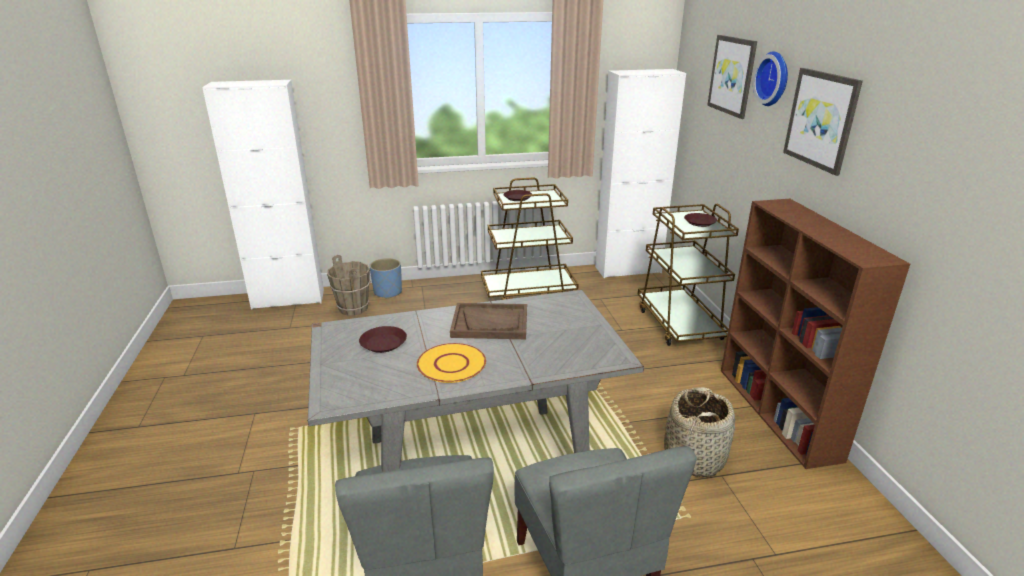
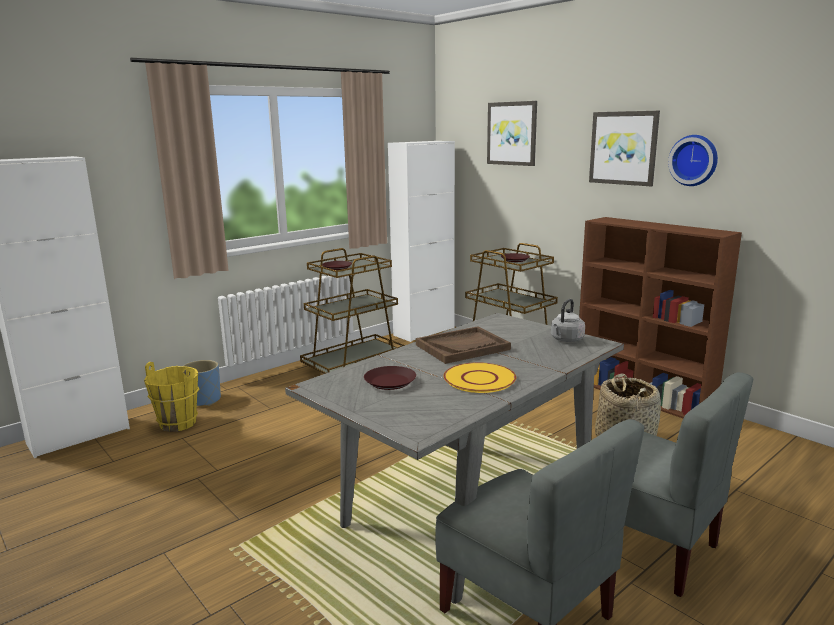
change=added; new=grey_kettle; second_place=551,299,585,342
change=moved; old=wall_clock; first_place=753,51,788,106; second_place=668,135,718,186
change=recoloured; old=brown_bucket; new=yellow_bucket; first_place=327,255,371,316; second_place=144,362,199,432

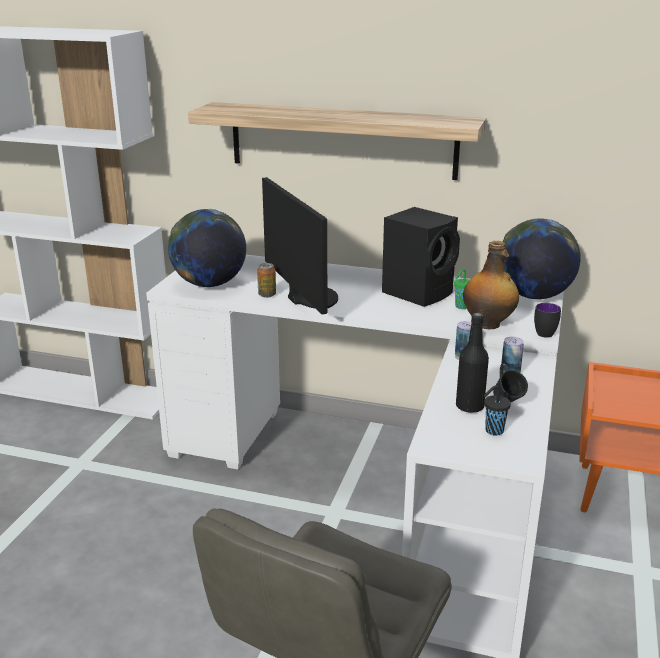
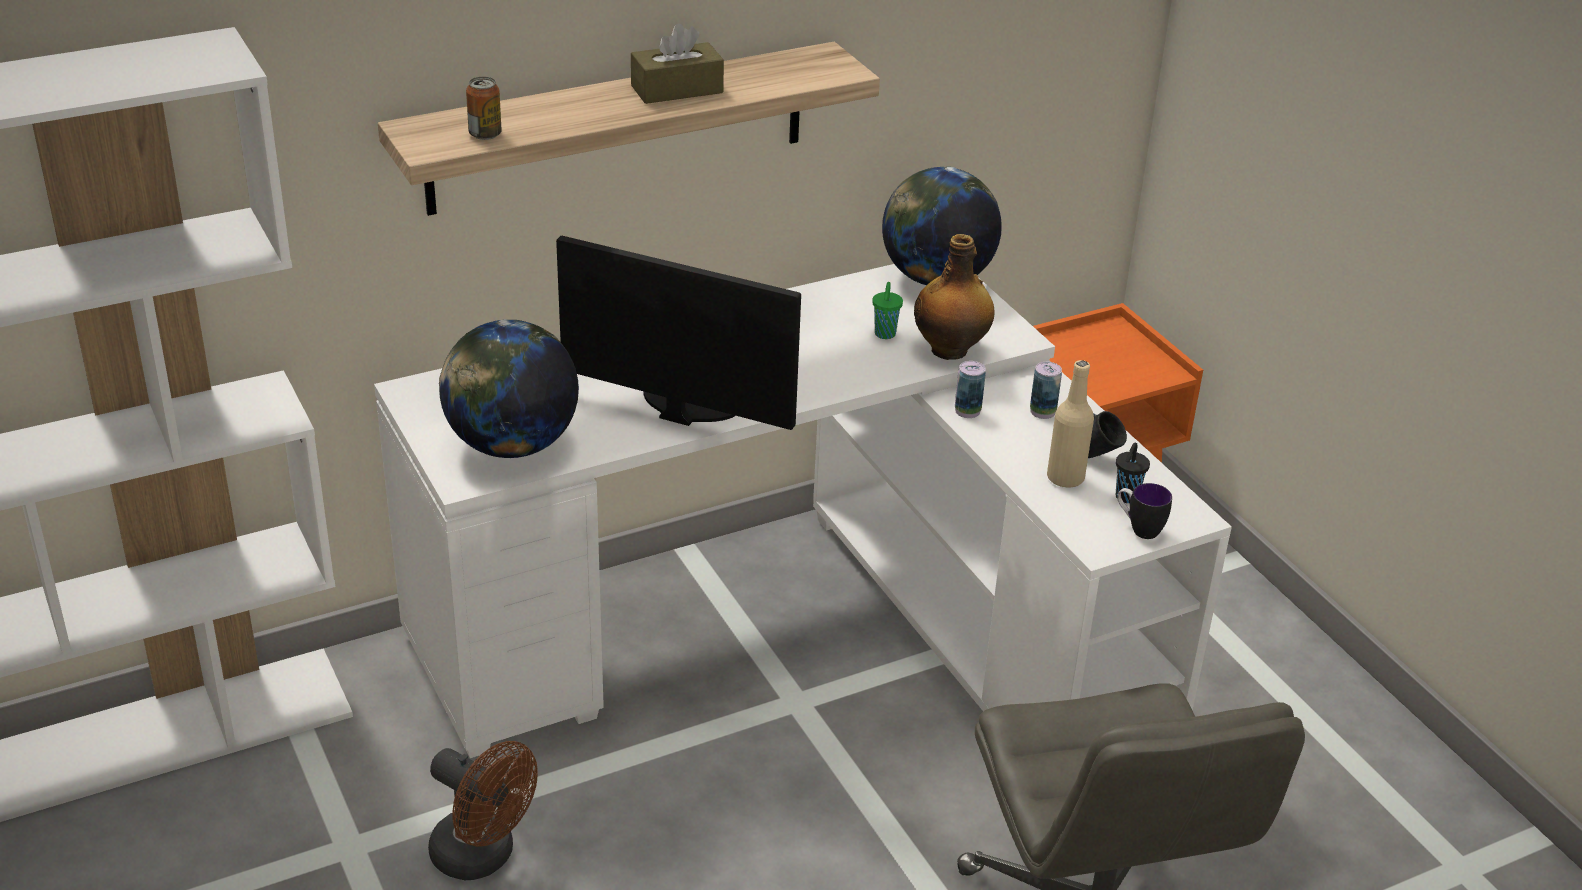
change=removed; old=black_speaker; first_place=382,207,460,307
change=added; new=brown_fan; second_place=428,741,538,880
change=added; new=brown_tissue_box; second_place=631,23,724,104
change=moved; old=can; first_place=257,263,276,298; second_place=466,77,502,140
change=moved; old=mug; first_place=534,303,561,338; second_place=1117,483,1172,539
change=recoloured; old=black_bottle; new=beige_bottle; first_place=456,313,489,413; second_place=1047,360,1094,488

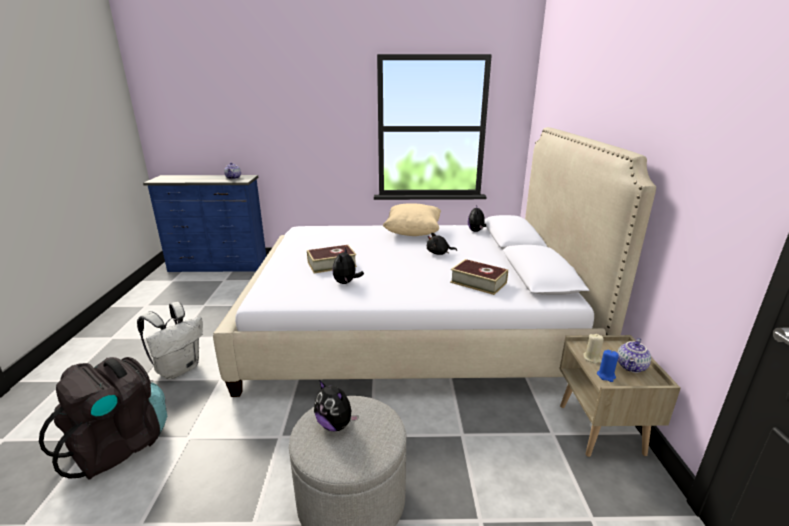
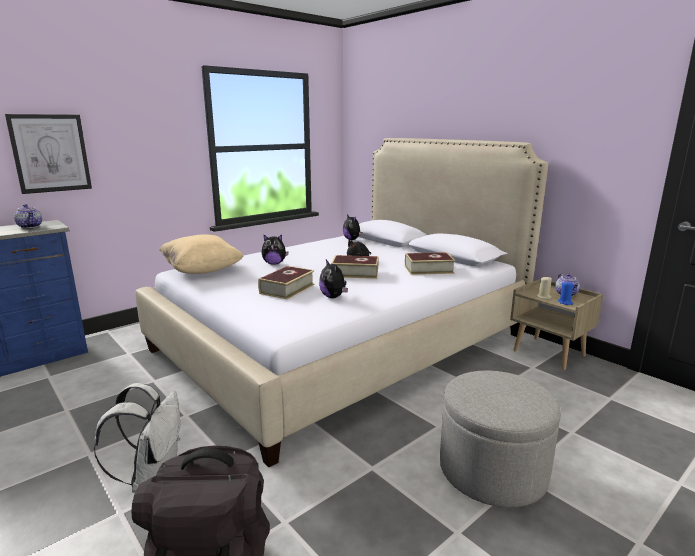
change=added; new=picture; second_place=5,114,92,194
change=added; new=book; second_place=331,255,379,279
change=moved; old=plush_toy; first_place=314,380,359,432; second_place=262,235,289,265
change=moved; old=beige_pillow; first_place=383,204,441,236; second_place=159,235,243,274

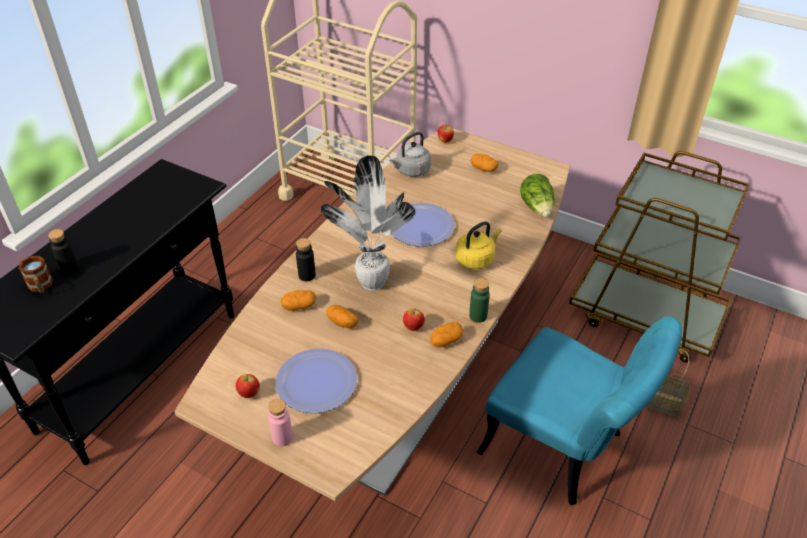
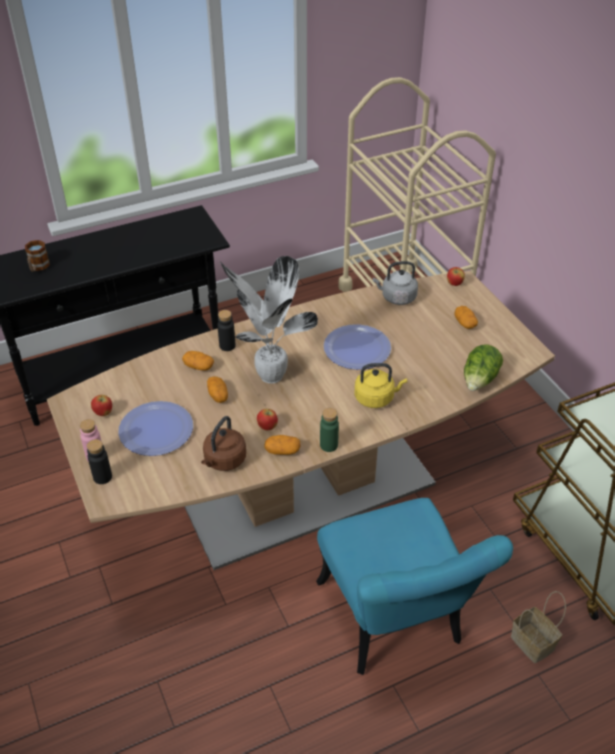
change=added; new=brown_kettle; second_place=201,416,246,471
change=moved; old=black_bottle; first_place=48,229,78,274; second_place=87,439,112,484

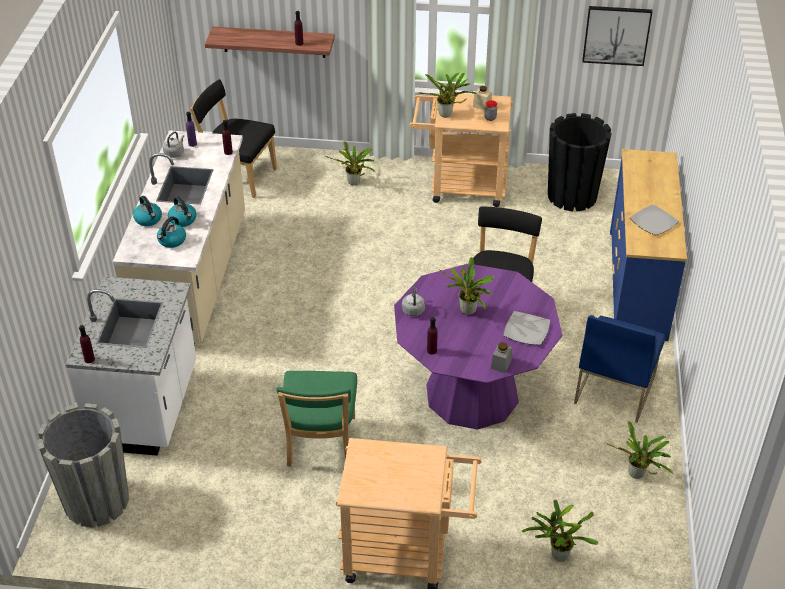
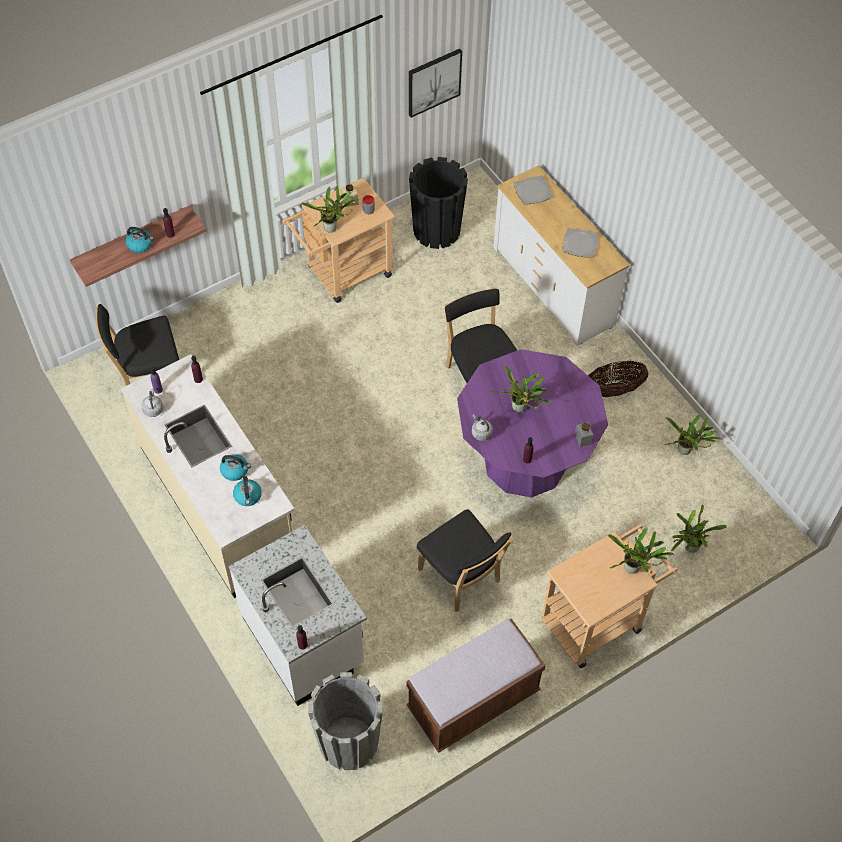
change=added; new=brown_bench; second_place=406,618,546,753
change=moved; old=kettle; first_place=133,196,162,226; second_place=125,227,154,253
change=moved; old=potted_plant; first_place=326,141,375,185; second_place=608,528,674,574
change=moved; old=plate; first_place=504,311,550,345; second_place=514,176,553,204
change=replaced; old=blue_chair; new=basket; first_place=574,315,665,423; second_place=588,360,648,397
change=recoloured; old=green_chair; new=black_chair; first_place=276,371,357,467; second_place=417,509,513,612
change=recoloured; old=blue_dresser; new=white_dresser; first_place=610,149,687,341; second_place=493,165,630,346

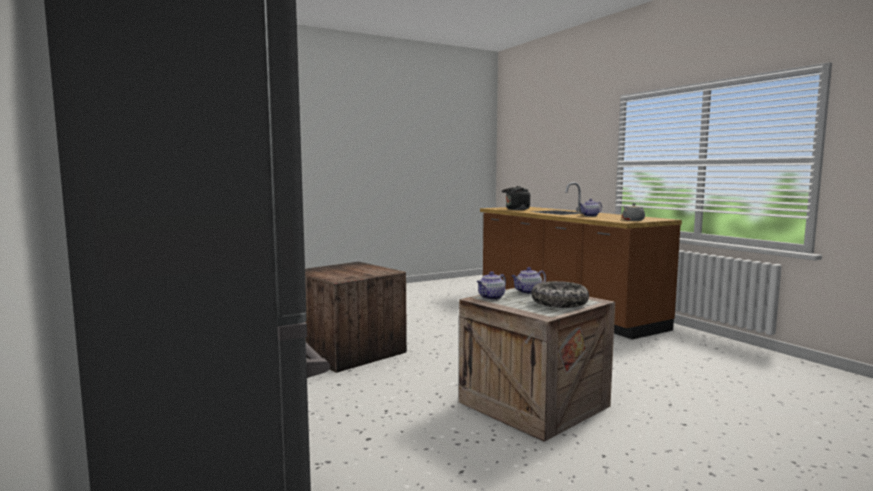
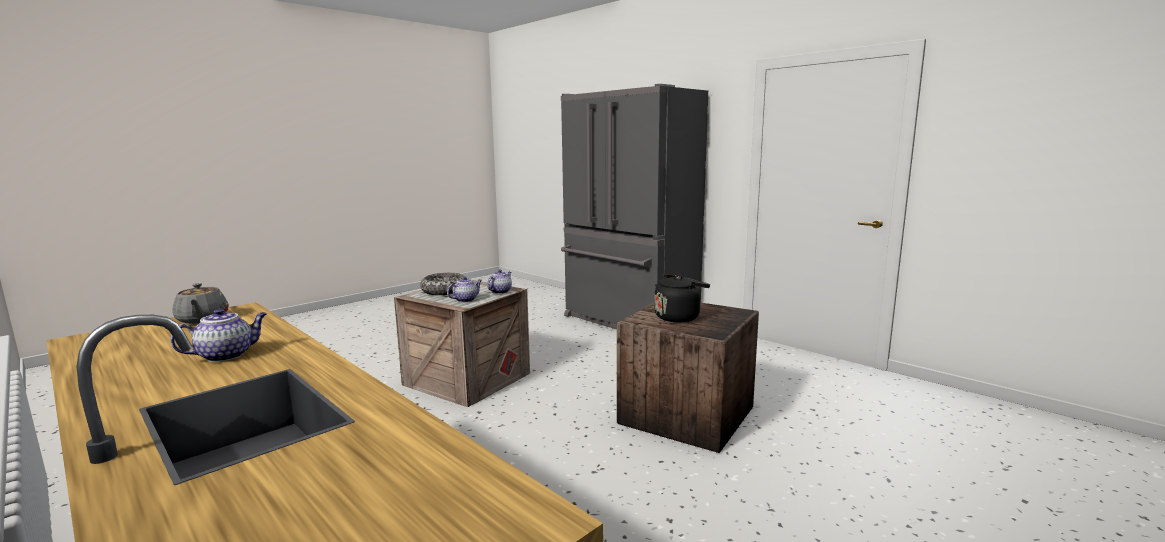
change=moved; old=black_kettle; first_place=502,186,530,210; second_place=654,274,710,322

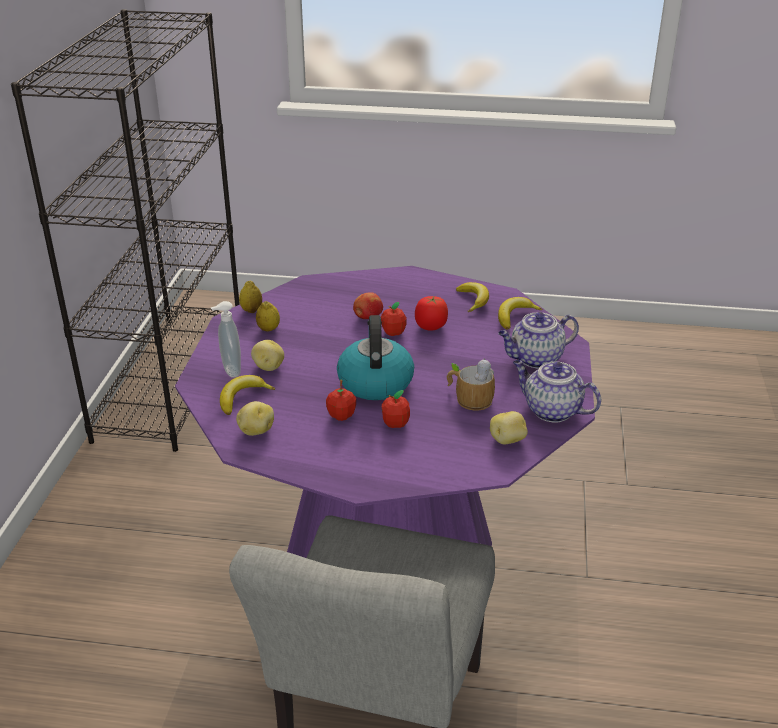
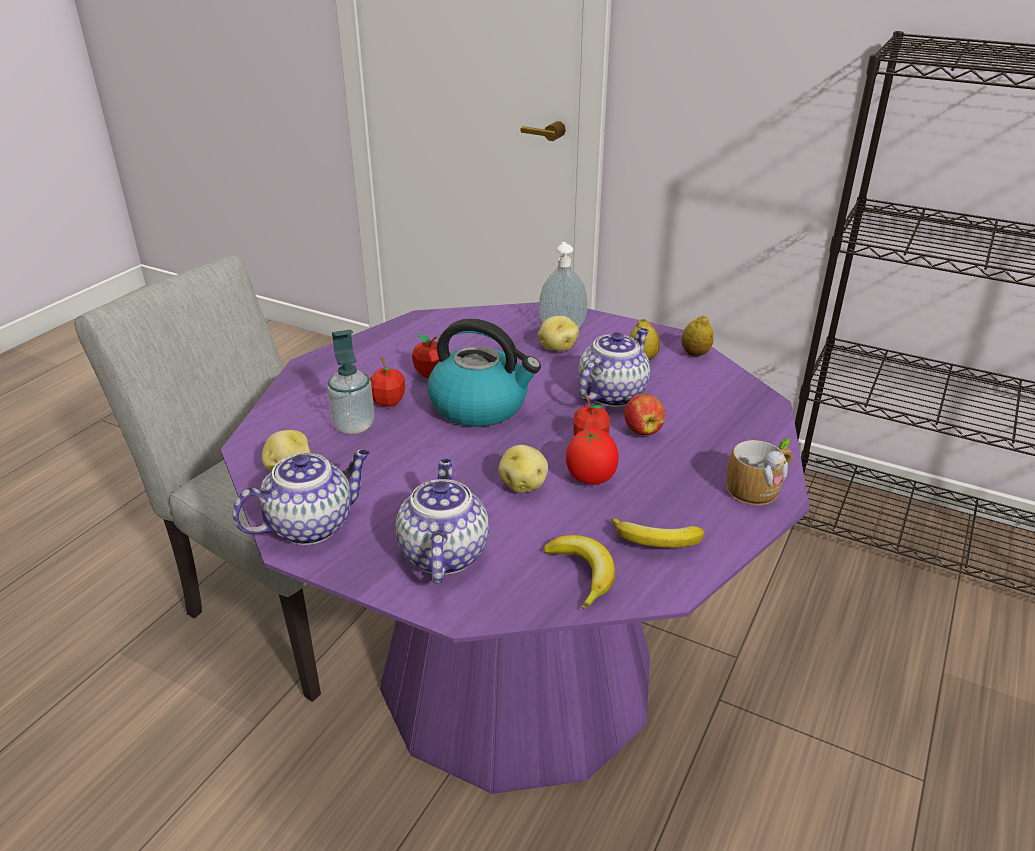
change=removed; old=banana; first_place=220,375,275,415
change=added; new=soap_dispenser; second_place=327,329,374,434
change=added; new=teapot; second_place=578,328,650,407
change=moved; old=potato; first_place=236,401,274,436; second_place=498,445,548,493
change=moved; old=mug; first_place=447,358,495,411; second_place=726,438,793,505

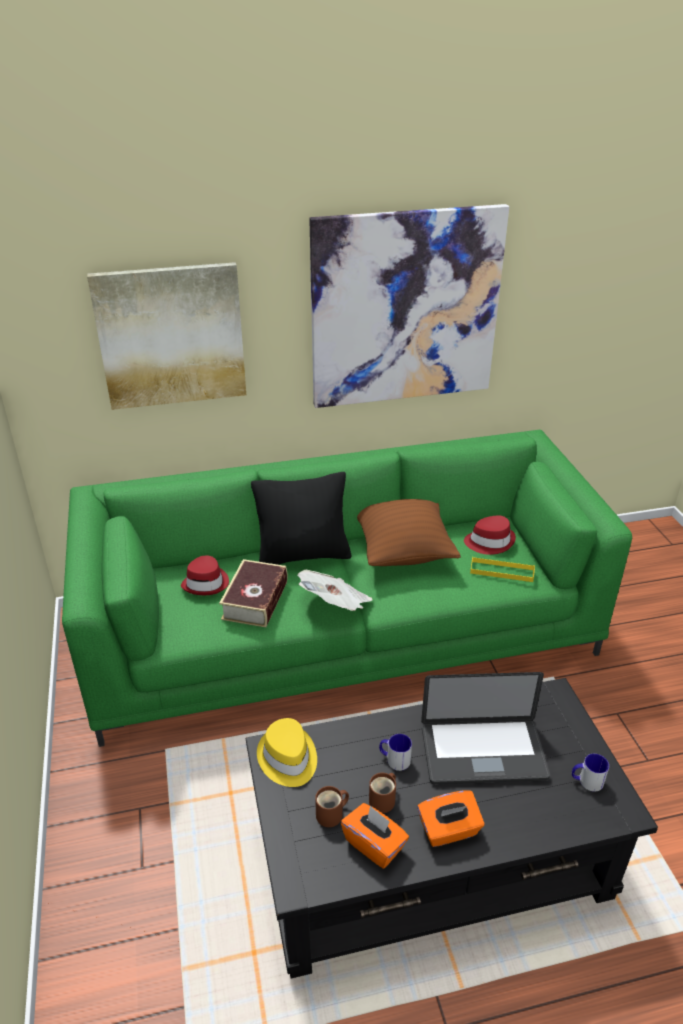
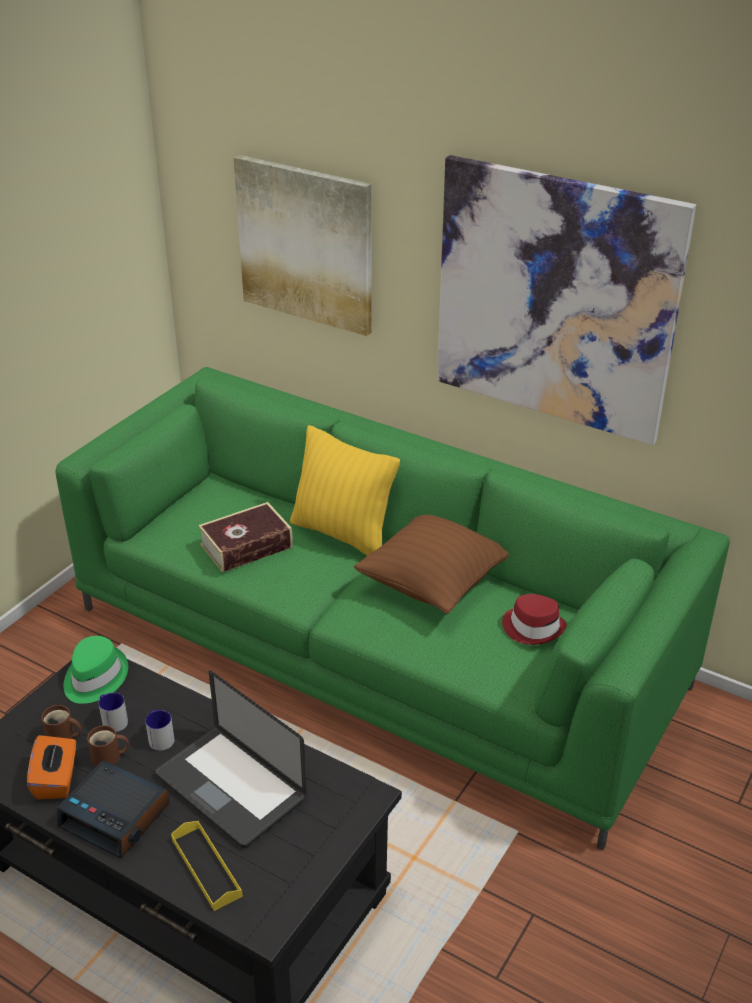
change=removed; old=red_hat; first_place=181,556,229,595
change=removed; old=newspaper; first_place=297,570,373,611
change=moved; old=yellow_tray; first_place=470,557,535,582; second_place=171,821,243,911
change=moved; old=mug; first_place=572,754,609,792; second_place=99,693,128,732
change=replaced; old=orange_tissue_box; new=alarm_clock; first_place=417,790,484,847; second_place=57,760,170,859
change=recoloured; old=black_pillow; new=yellow_pillow; first_place=251,472,352,565; second_place=290,425,400,556
change=recoloured; old=yellow_hat; new=green_hat; first_place=257,718,317,787; second_place=64,636,128,704

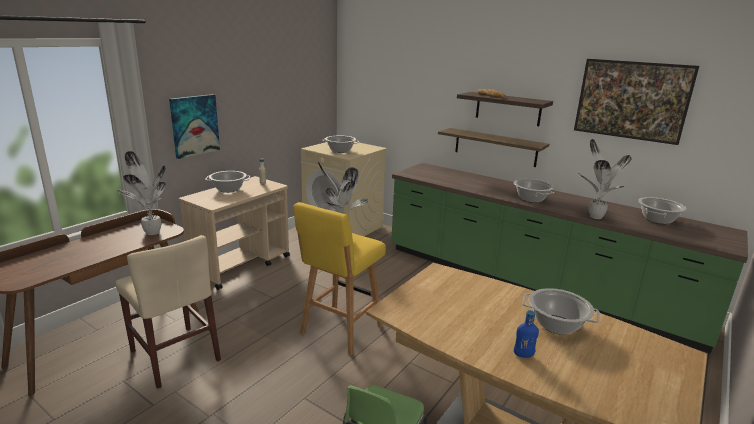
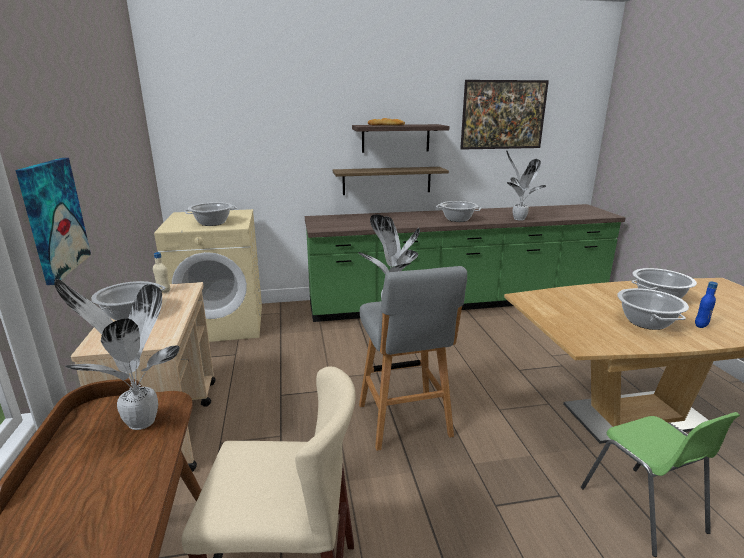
change=moved; old=cooking_pot; first_place=638,197,687,224; second_place=617,288,689,330
change=recoloured; old=yellow_stool; new=grey_stool; first_place=293,202,386,355; second_place=359,266,467,451

